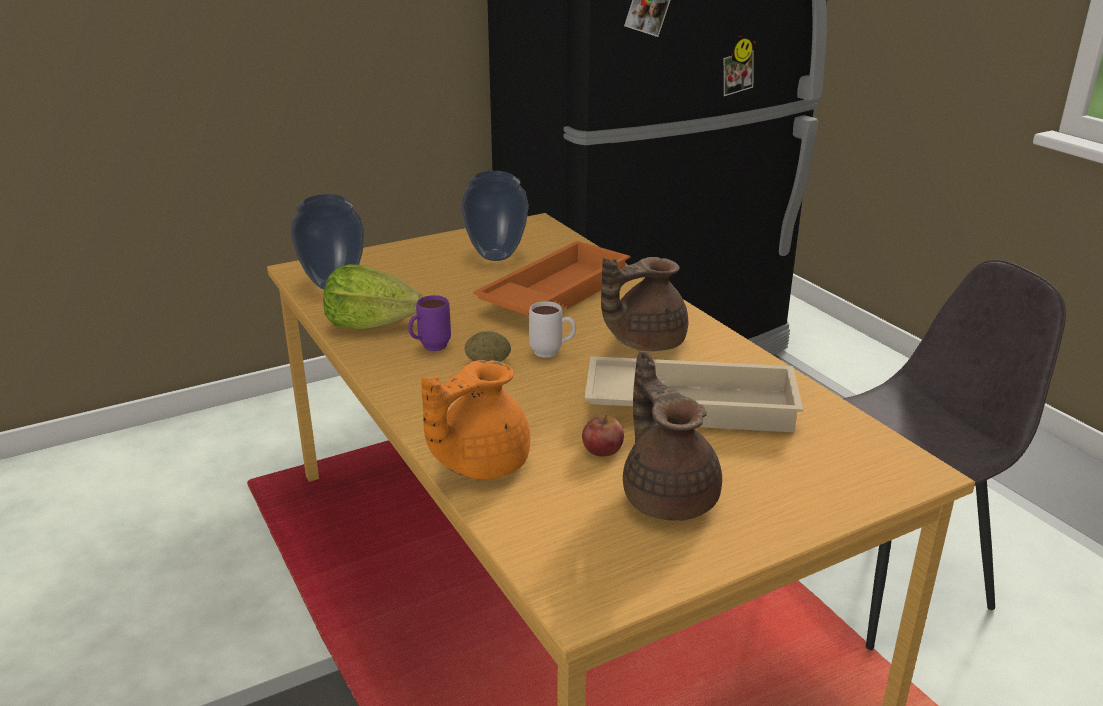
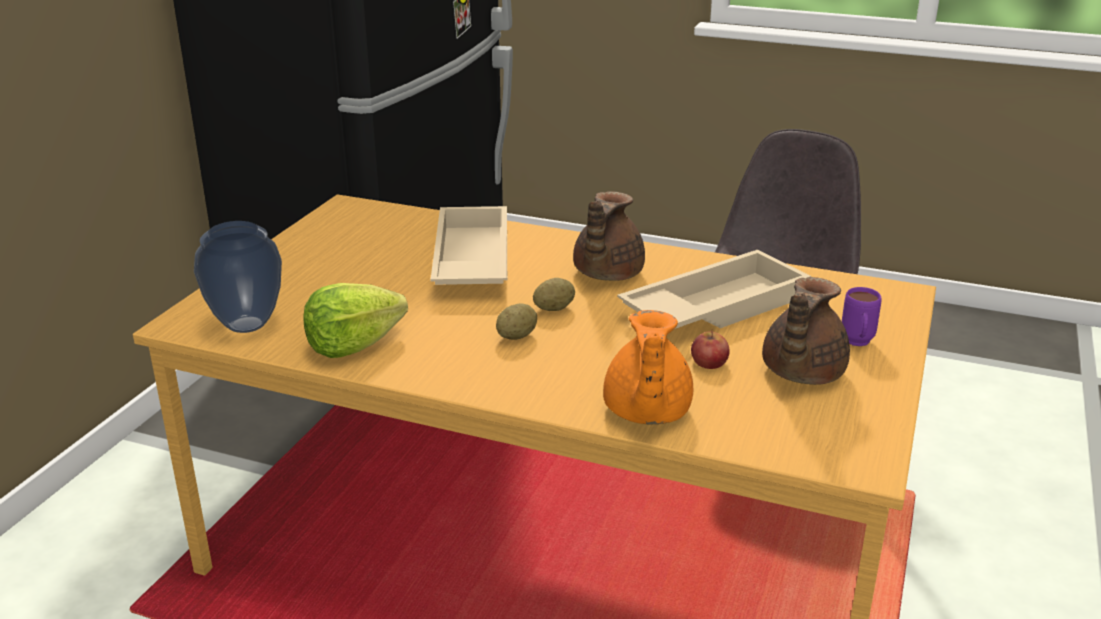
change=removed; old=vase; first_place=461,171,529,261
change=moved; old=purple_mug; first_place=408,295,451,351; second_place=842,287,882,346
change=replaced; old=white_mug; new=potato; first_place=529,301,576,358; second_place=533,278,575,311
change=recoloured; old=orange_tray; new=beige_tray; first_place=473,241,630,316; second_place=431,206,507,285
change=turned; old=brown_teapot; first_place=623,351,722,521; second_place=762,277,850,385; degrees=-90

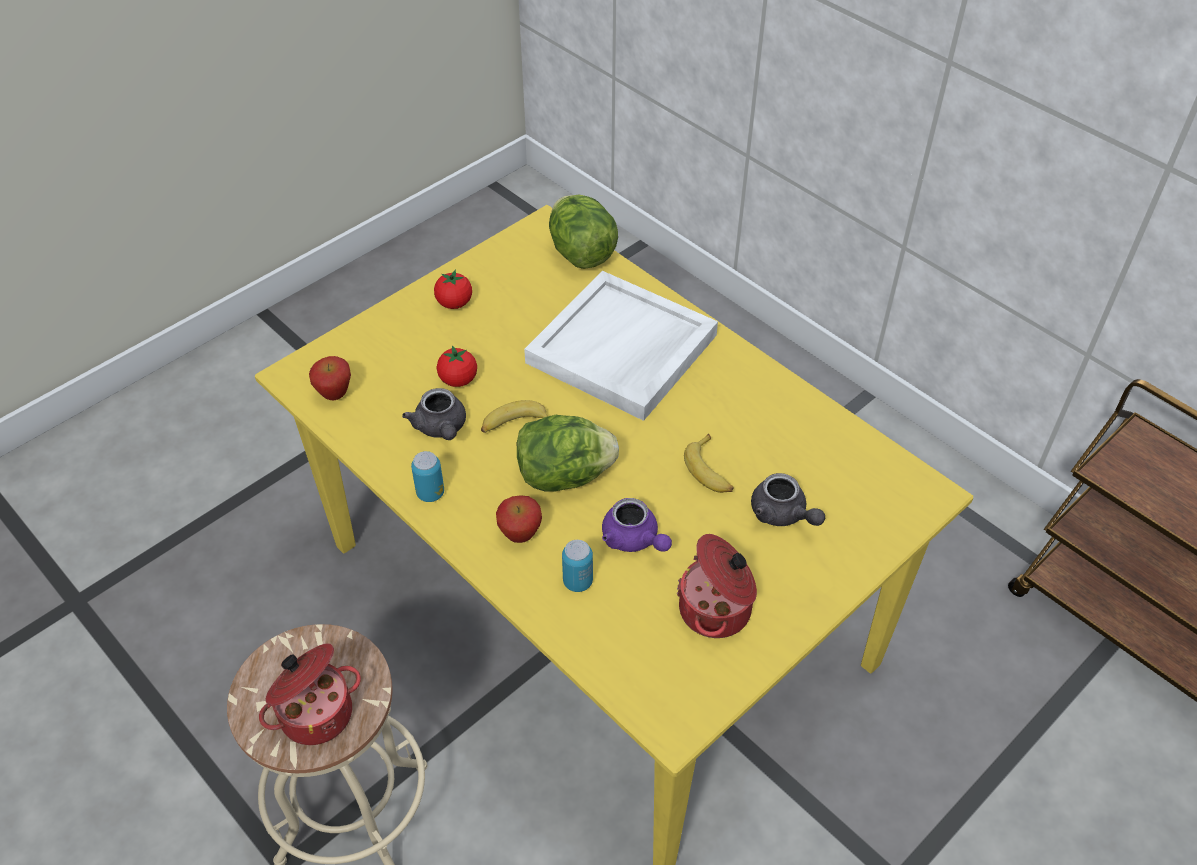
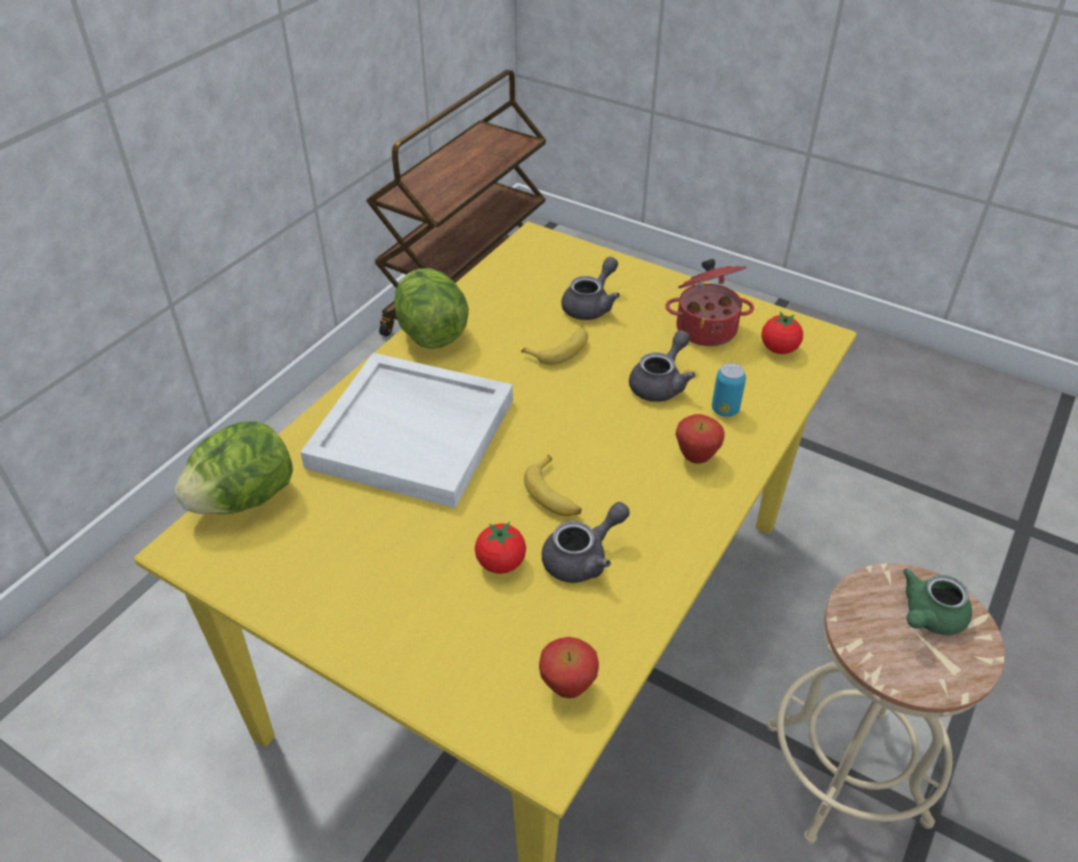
change=removed; old=can; first_place=411,451,444,502
change=moved; old=tomato; first_place=434,269,472,309; second_place=761,311,803,354
change=moved; old=lettuce; first_place=517,415,619,492; second_place=394,268,469,349
change=replaced; old=cooking_pot; new=green_teapot; first_place=259,644,361,745; second_place=903,569,972,635
change=recoloured; old=purple_teapot; new=grey_teapot; first_place=602,498,672,552; second_place=629,330,696,402

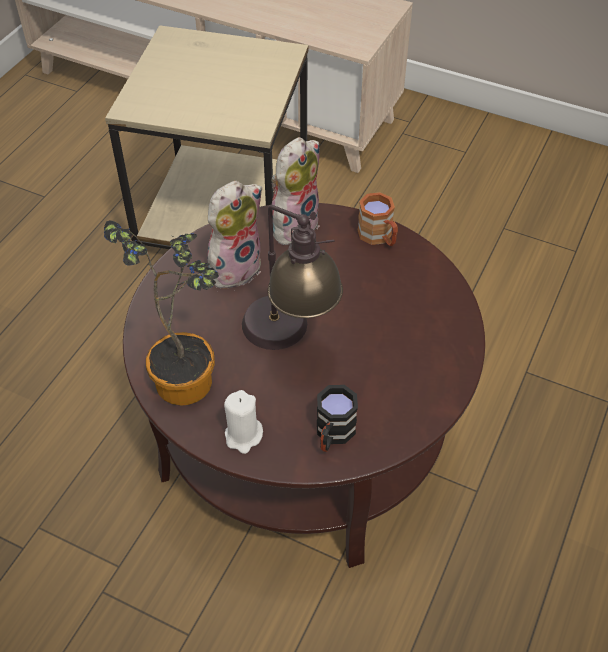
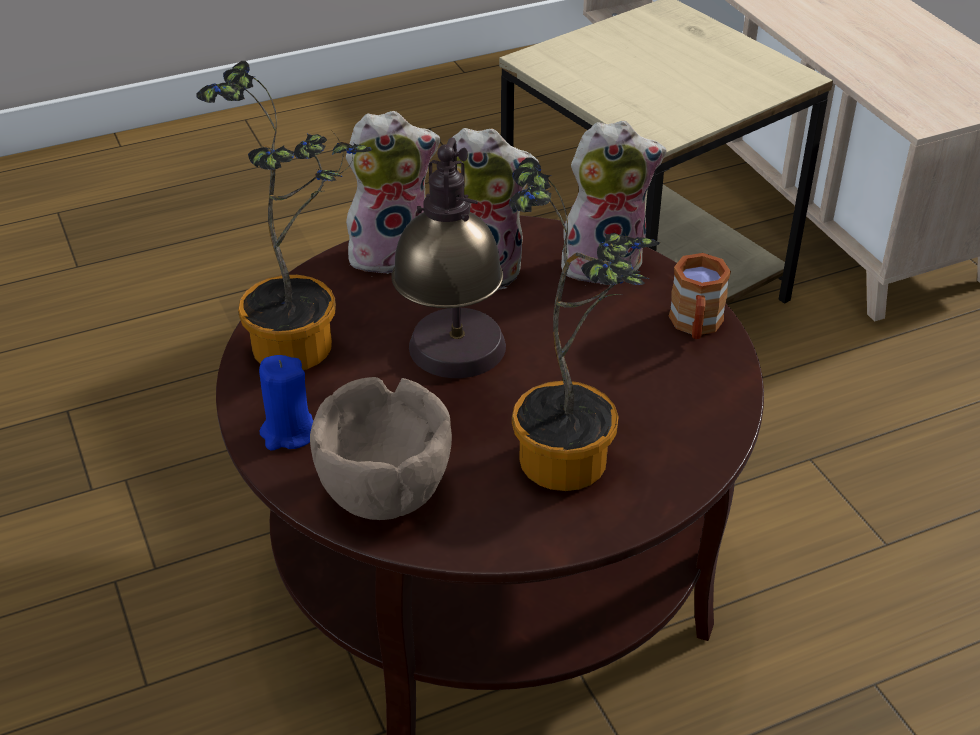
change=added; new=plush_toy; second_place=346,111,441,274
change=added; new=potted_plant; second_place=509,157,660,491
change=replaced; old=black_mug; new=brown_bowl; first_place=317,385,358,452; second_place=310,377,452,520
change=recoloured; old=white_candle; new=blue_candle; first_place=224,390,263,454; second_place=259,355,314,451

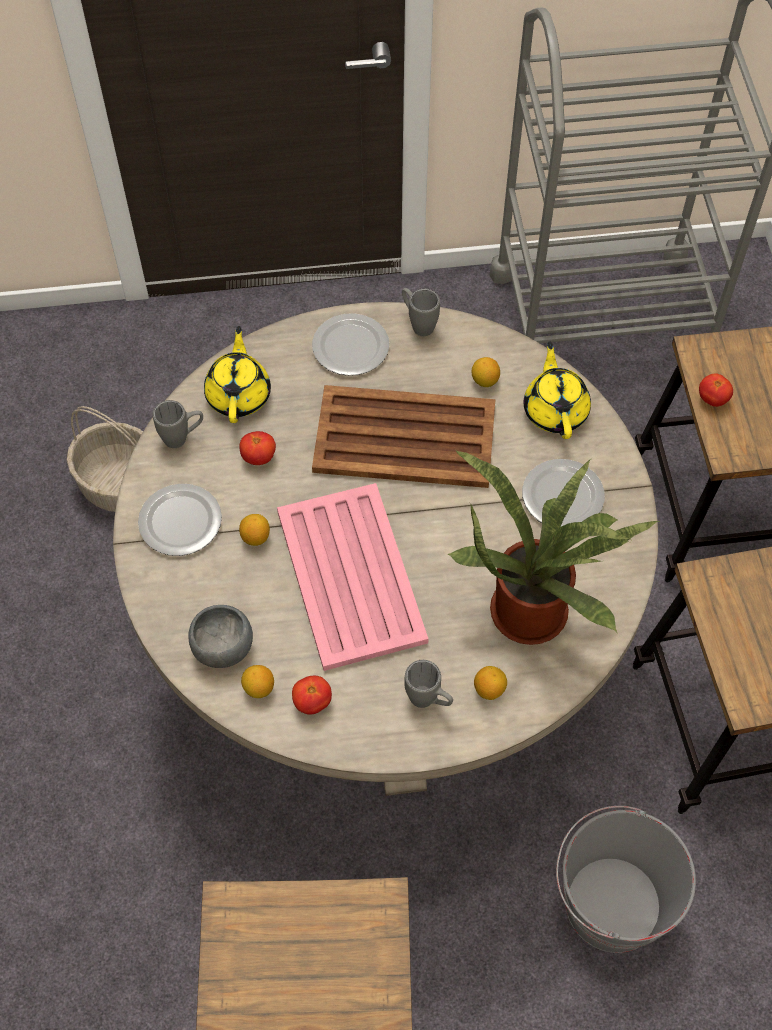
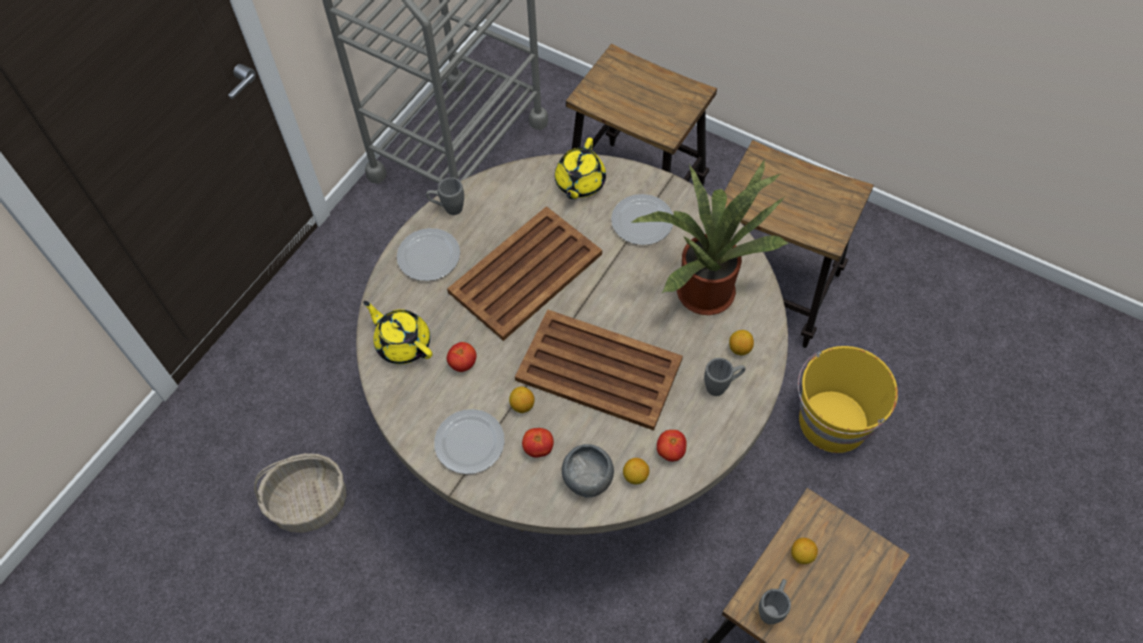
change=moved; old=grey_mug; first_place=153,400,203,448; second_place=758,579,791,624
change=moved; old=lemon; first_place=472,357,500,387; second_place=791,538,818,564
change=moved; old=tomato; first_place=699,373,733,407; second_place=522,428,554,458
change=recoloured; old=pink_tray; new=brown_tray; first_place=277,483,428,671; second_place=515,309,683,431
change=recoloured; old=grey_bucket; new=yellow_bucket; first_place=556,806,696,953; second_place=798,346,898,453
change=turned; old=yellow_teapot; first_place=524,342,591,439; second_place=555,138,606,199; degrees=-105

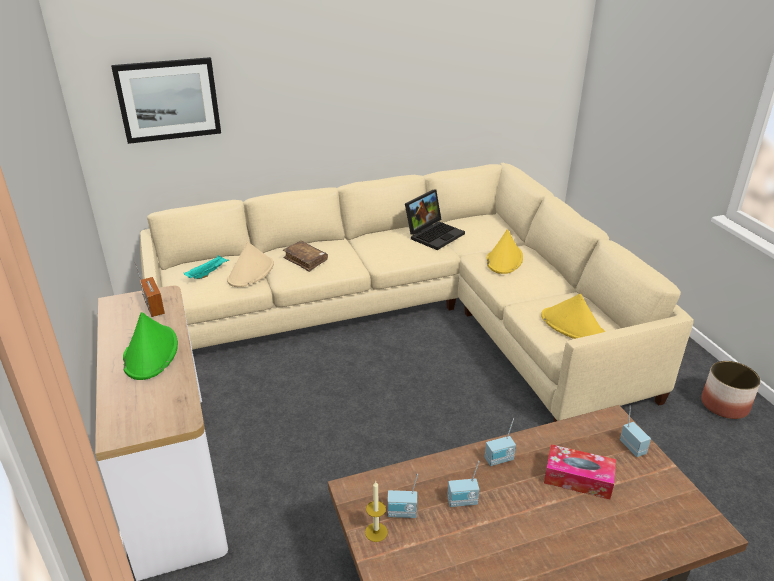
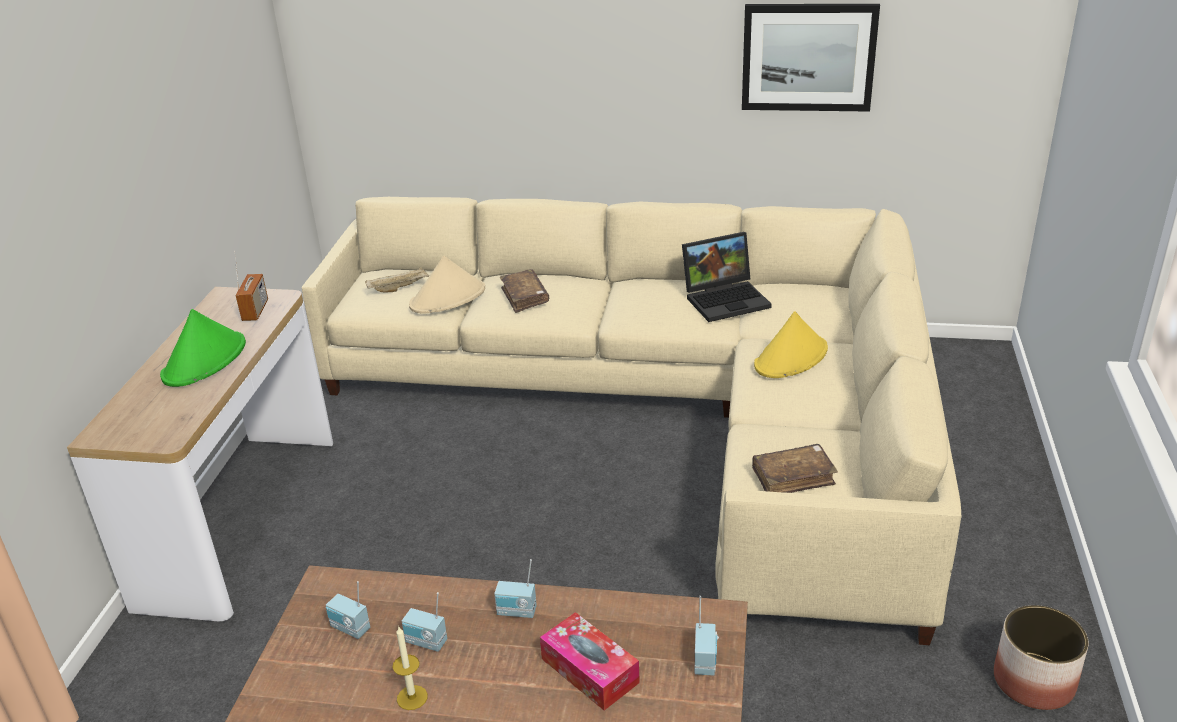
change=moved; old=picture; first_place=111,57,221,144; second_place=742,4,880,112
change=moved; old=candle; first_place=365,481,388,542; second_place=393,627,428,710
change=replaced; old=yellow_hat; new=brown_book; first_place=541,294,605,339; second_place=752,444,838,493
change=recoloured; old=turquoise_tray; new=beige_tray; first_place=184,255,229,279; second_place=365,267,429,292

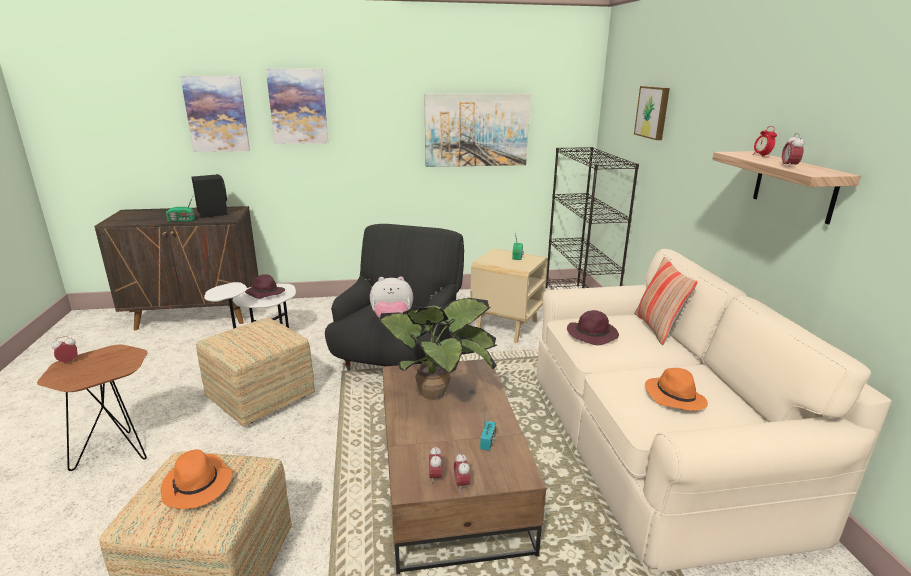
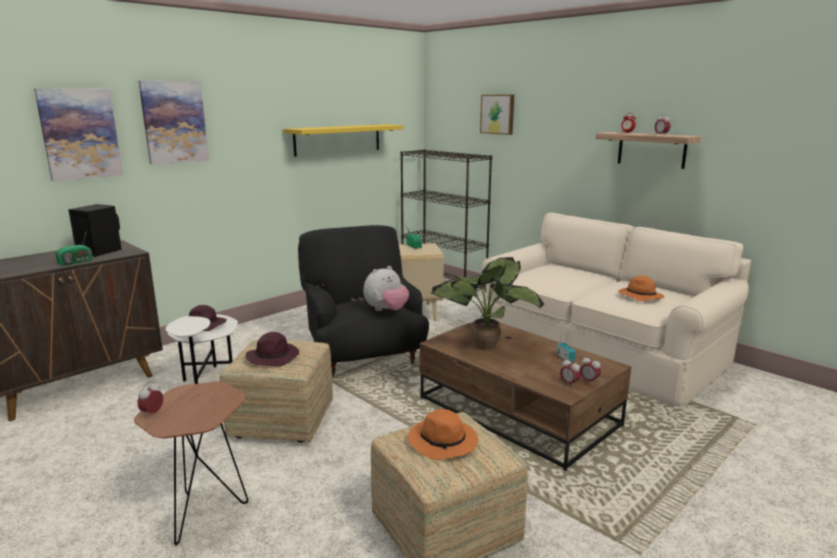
change=removed; old=pillow; first_place=634,257,698,345
change=moved; old=purple_hat; first_place=567,310,619,345; second_place=246,332,299,366
change=replaced; old=picture; new=yellow_shelf; first_place=424,94,530,167; second_place=284,124,404,157

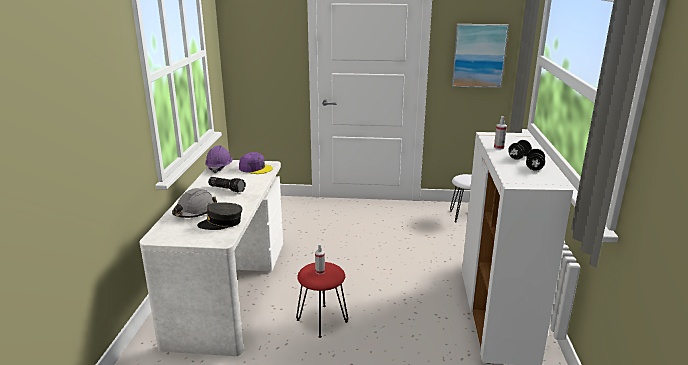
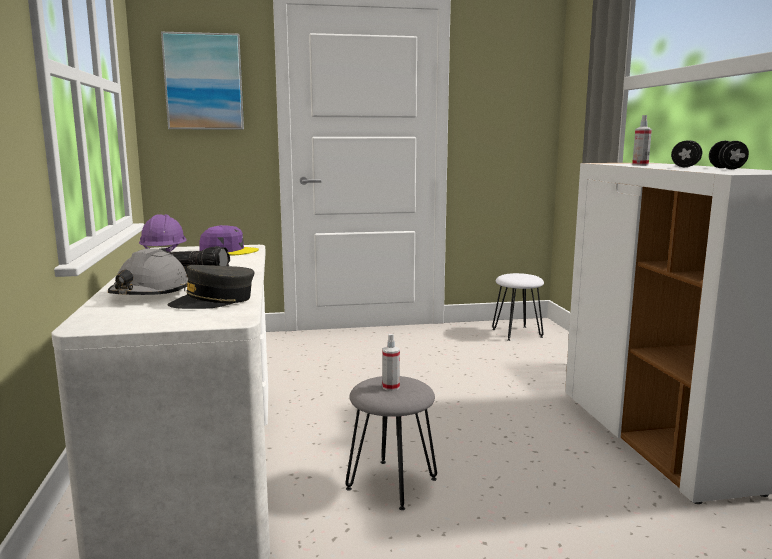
change=moved; old=picture; first_place=452,24,509,88; second_place=161,32,244,129
change=recoloured; old=red_stool; new=grey_stool; first_place=296,262,348,338; second_place=345,376,437,510

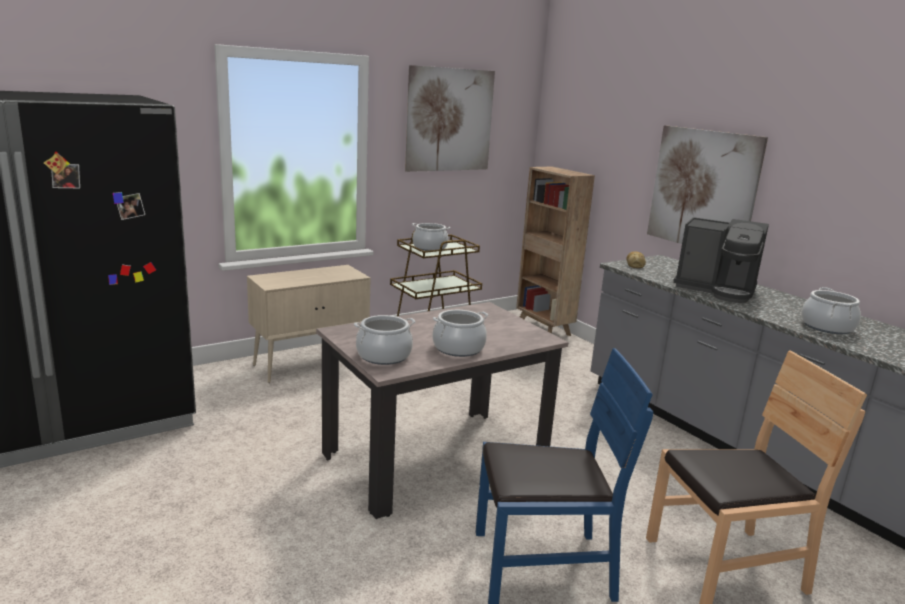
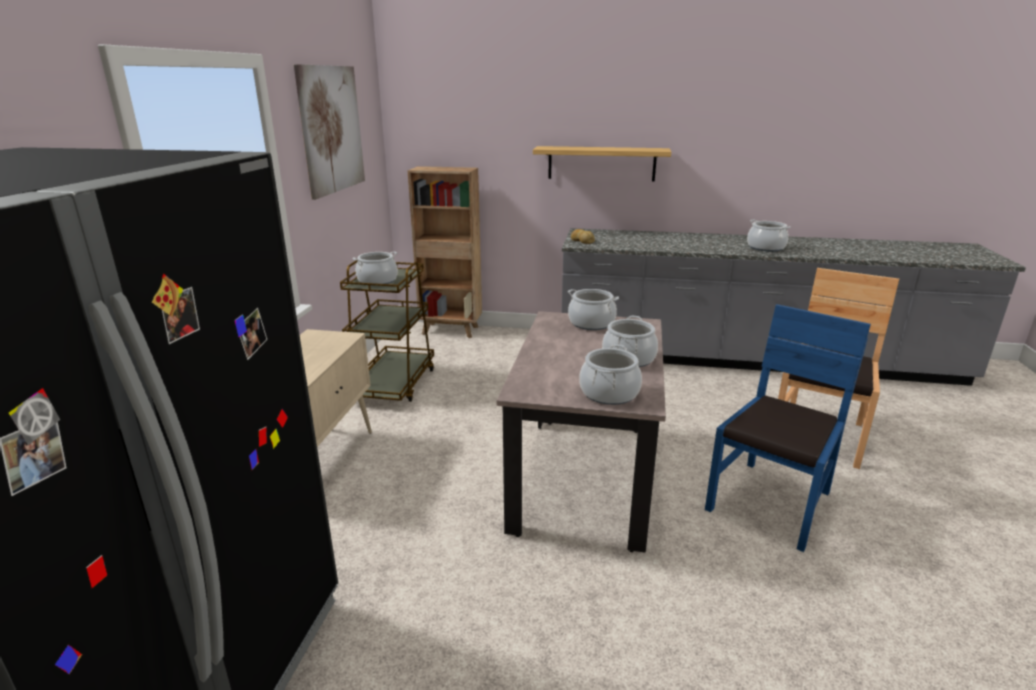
change=removed; old=coffee_machine; first_place=673,217,769,303
change=added; new=cooking_pot; second_place=568,289,619,330
change=replaced; old=picture; new=shelf; first_place=647,125,768,244; second_place=533,146,671,181

